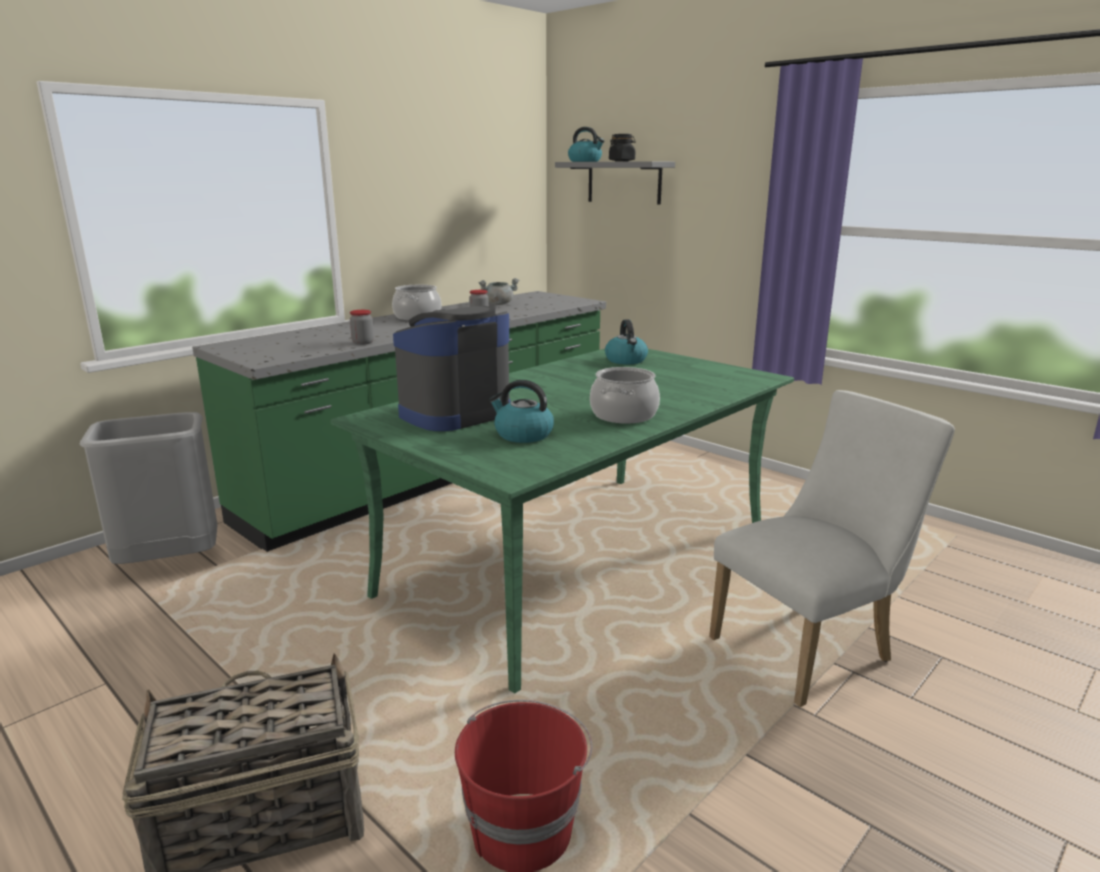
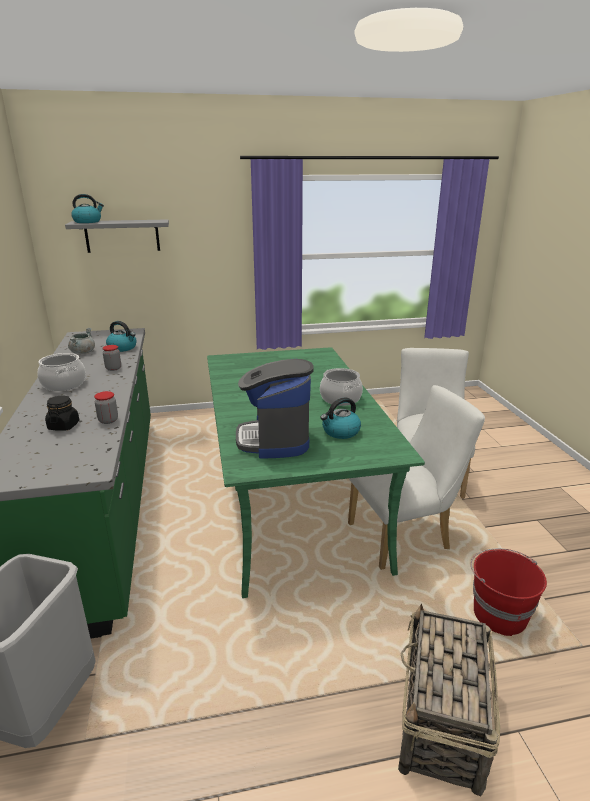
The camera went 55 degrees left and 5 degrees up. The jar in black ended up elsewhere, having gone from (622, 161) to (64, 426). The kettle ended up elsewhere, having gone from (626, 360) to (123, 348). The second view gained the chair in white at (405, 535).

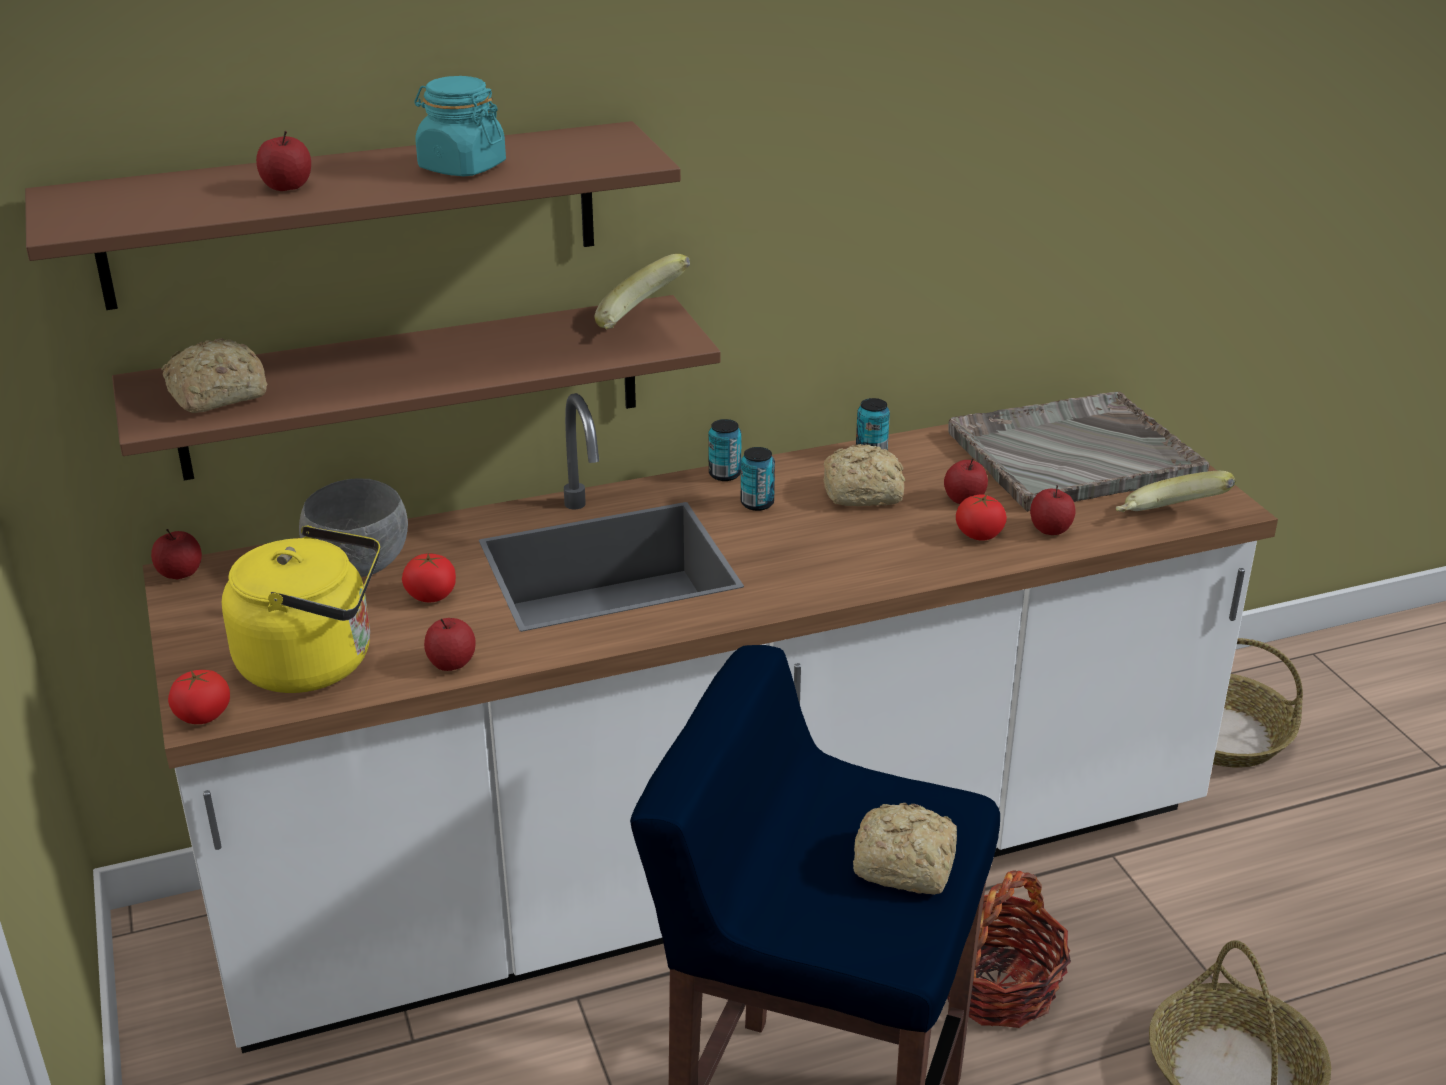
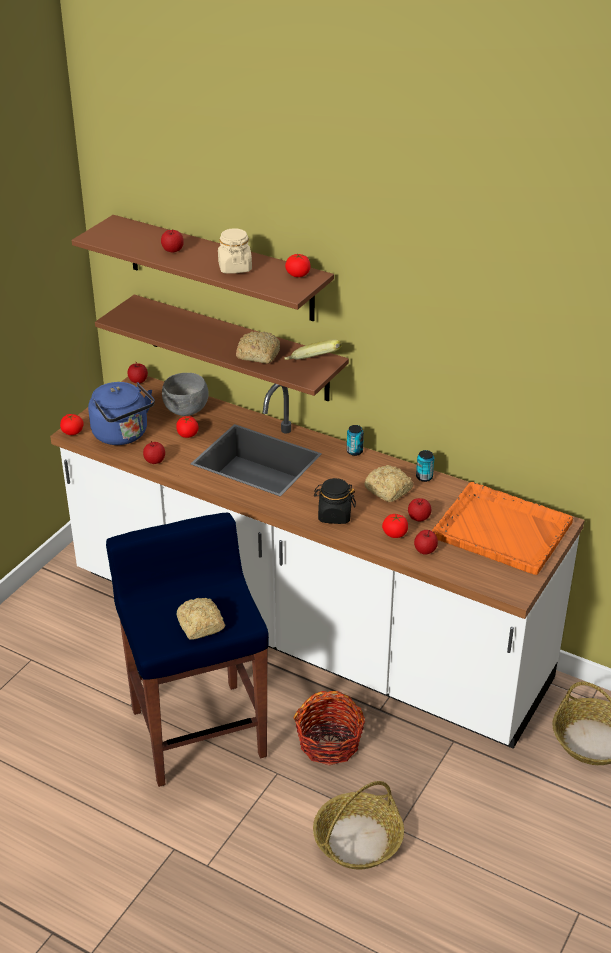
The camera went 50 degrees right and 5 degrees up. What was the jar in turquoise at (461, 167) turned into the jar in beige at (235, 267). The bread ended up elsewhere, having gone from (214, 395) to (257, 355). What was the tray in grey at (1071, 455) turned into the tray in orange at (500, 529). The second view lost the can at (757, 503). The second view lost the banana at (1169, 520). What was the kettle in yellow at (315, 662) turned into the kettle in blue at (123, 435). The second view gained the tomato at (298, 274). The second view gained the jar in black at (334, 515).

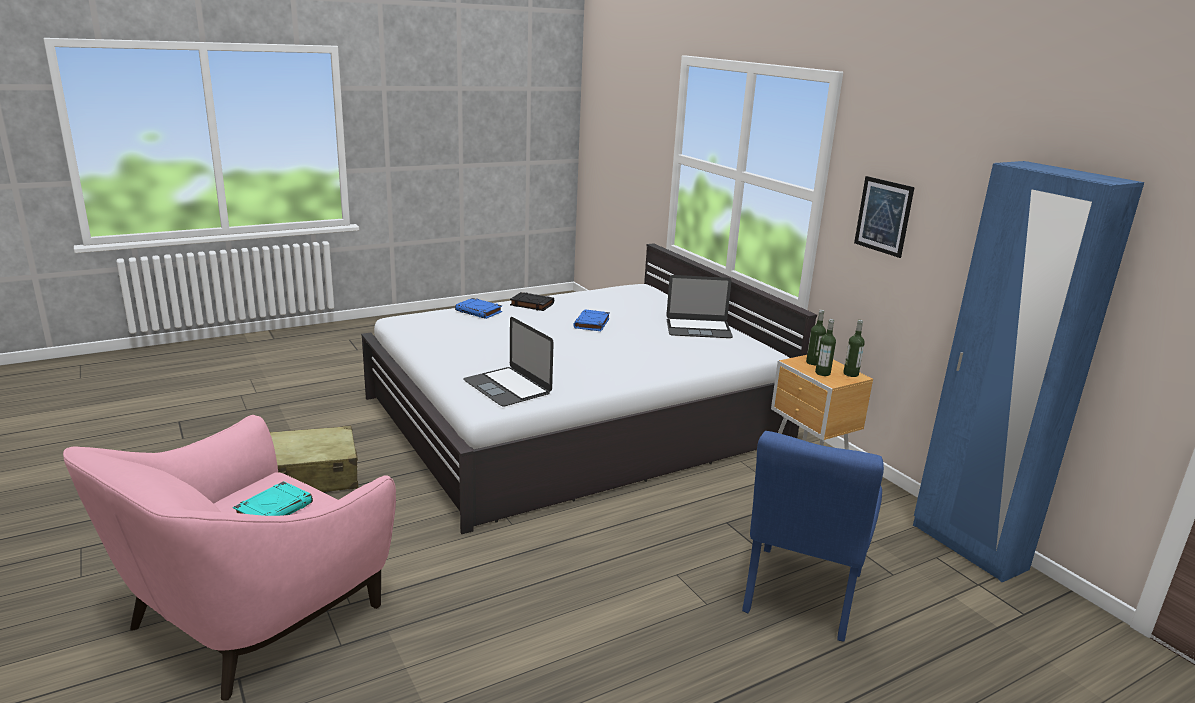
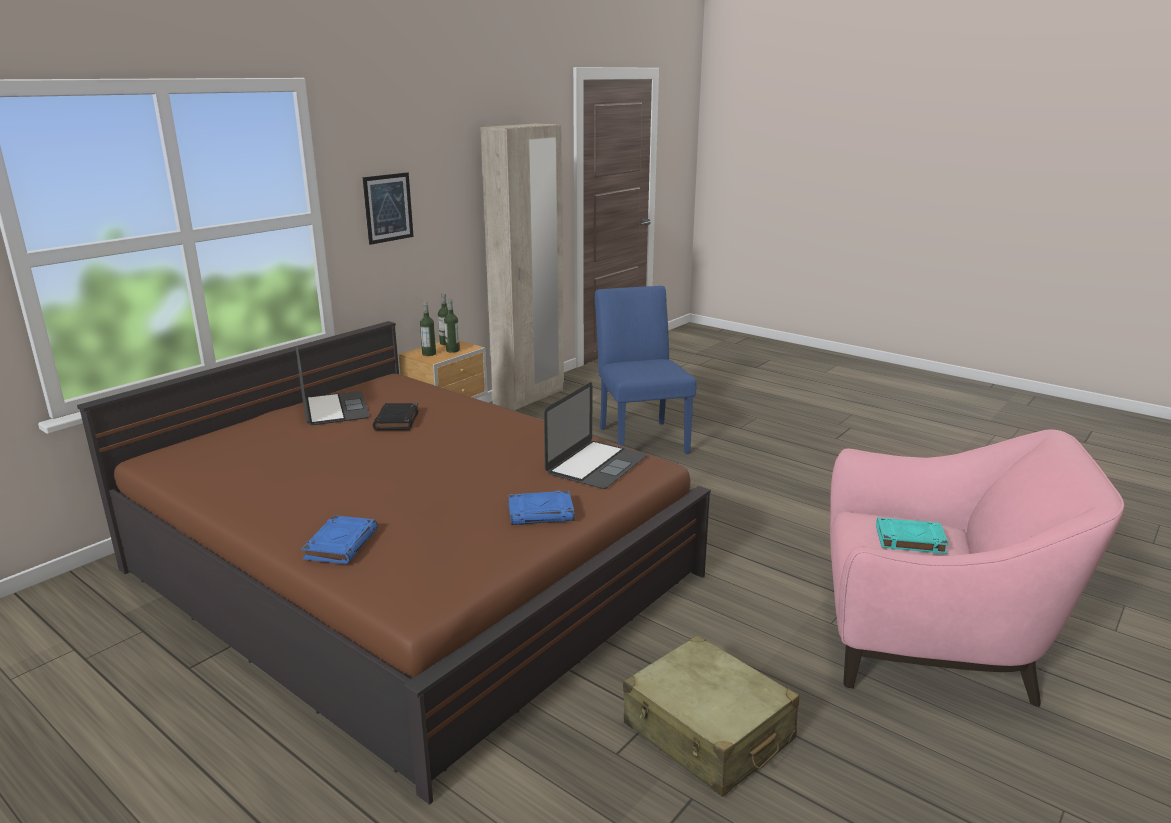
The camera went 110 degrees left and 0 degrees up. What was the wardrobe in blue at (967, 547) turned into the wardrobe in beige at (529, 397). What was the bed in white at (576, 420) turned into the bed in brown at (409, 572). The book in black ended up elsewhere, having gone from (531, 304) to (397, 421). The book in blue ended up elsewhere, having gone from (591, 323) to (541, 513). The chair in blue at (799, 599) ended up facing another way, 105 degrees counterclockwise from before.

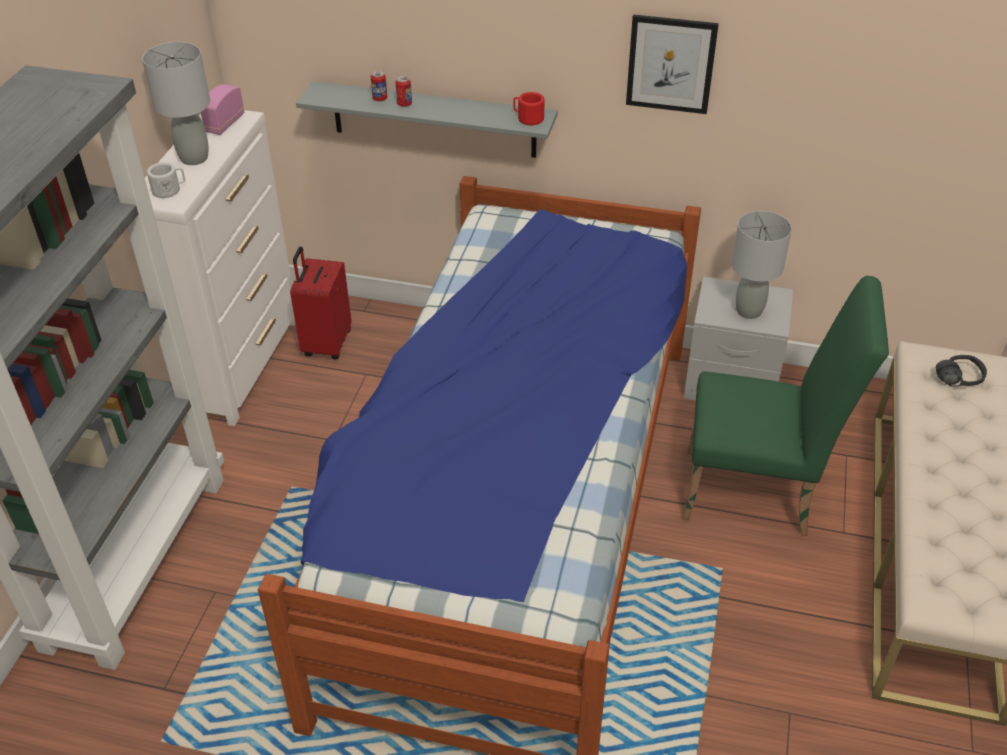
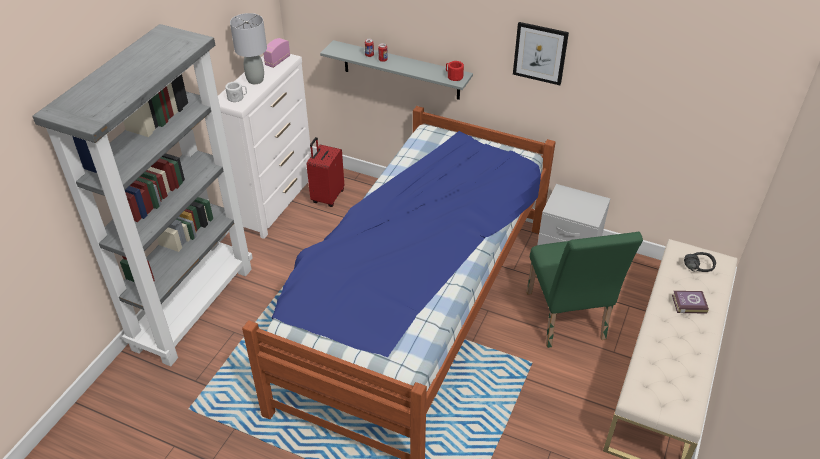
The camera went 10 degrees right and 0 degrees up. The second view lost the table lamp in grey at (748, 311). The chair in green at (758, 493) ended up facing another way, 60 degrees clockwise from before. The second view gained the book at (688, 303).

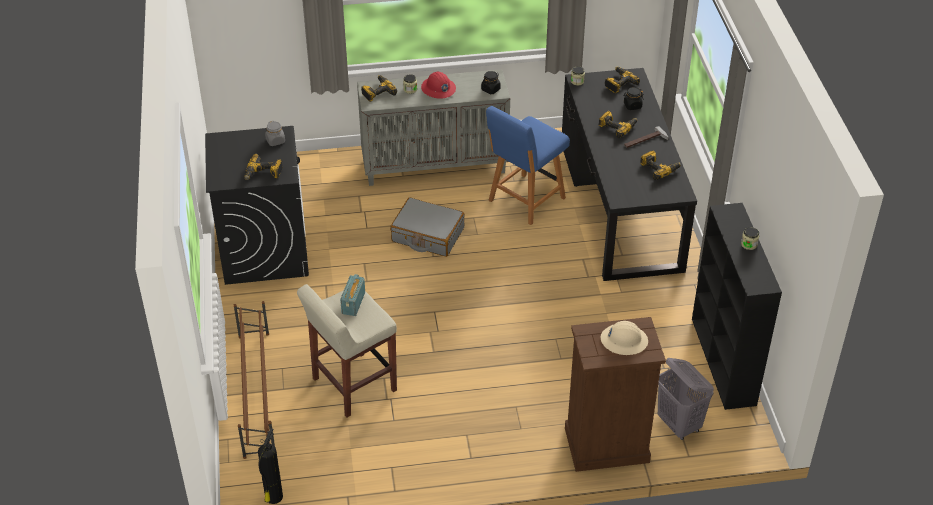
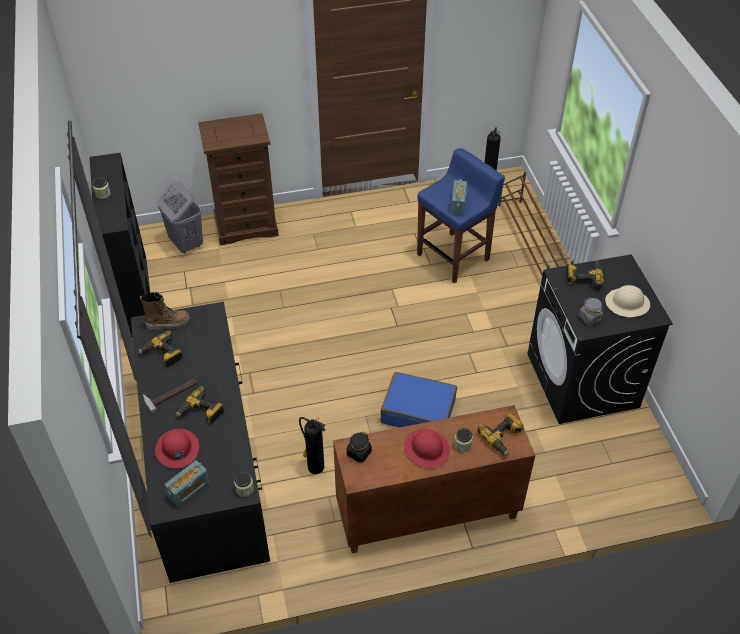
The camera went 175 degrees right and 5 degrees up. Where the power drill stood at (619, 83), the radio came to stand at (189, 490). What was the cabinet in grey at (435, 165) turned into the cabinet in brown at (427, 514). Where the jar in black stood at (632, 106), the hard hat in red came to stand at (177, 449). Where the chair in blue stood at (525, 200), the fire extinguisher came to stand at (315, 466). What was the suitcase in grey at (427, 235) turned into the suitcase in blue at (418, 411). What was the stool in beige at (353, 385) turned into the stool in blue at (454, 257). The hard hat in beige ended up elsewhere, having gone from (624, 340) to (627, 304). The second view gained the boot at (168, 323).

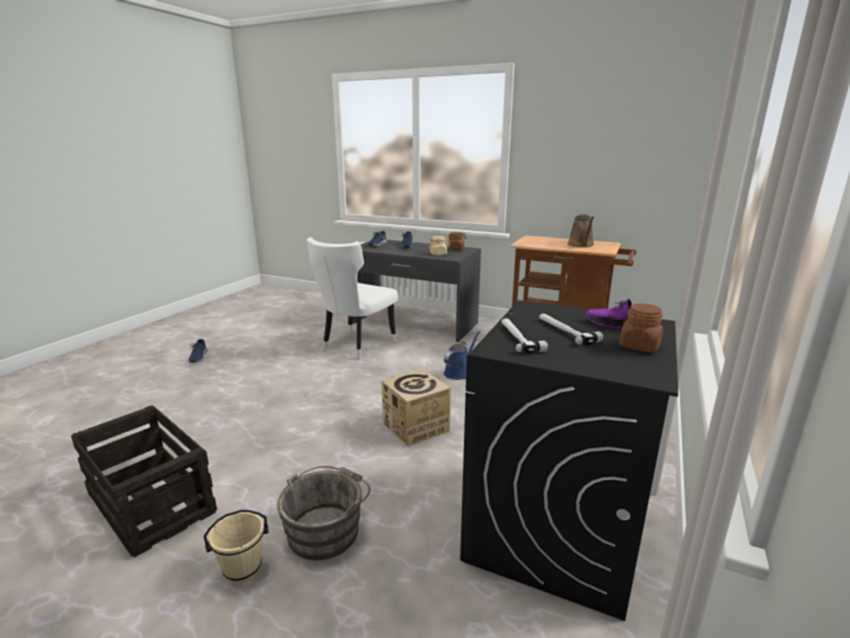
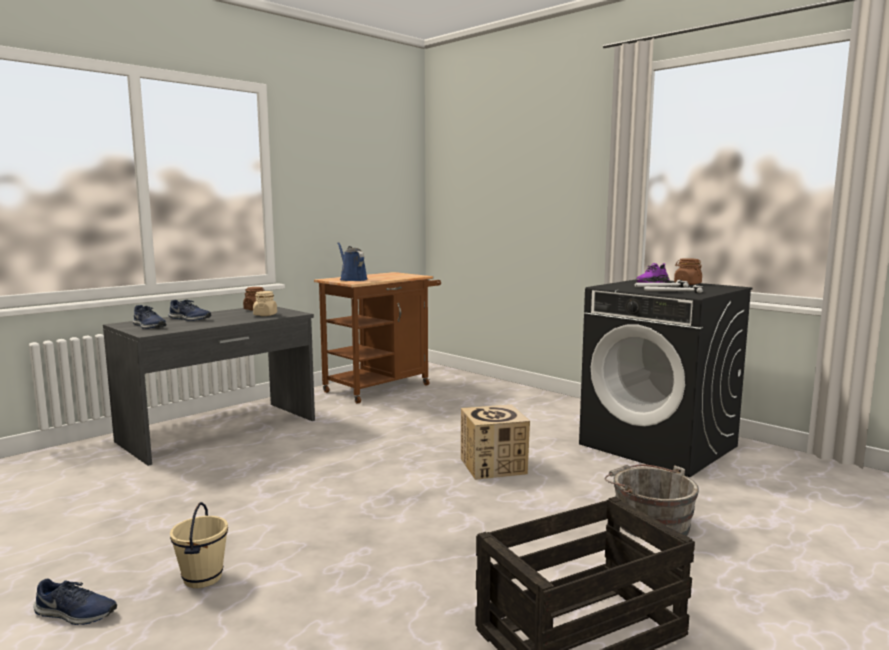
The camera went 70 degrees left and 10 degrees down. The second view lost the watering can in brown at (581, 245). The second view lost the chair in white at (355, 346). The watering can in blue ended up elsewhere, having gone from (459, 372) to (352, 279). The bucket in beige ended up elsewhere, having gone from (243, 569) to (202, 578).

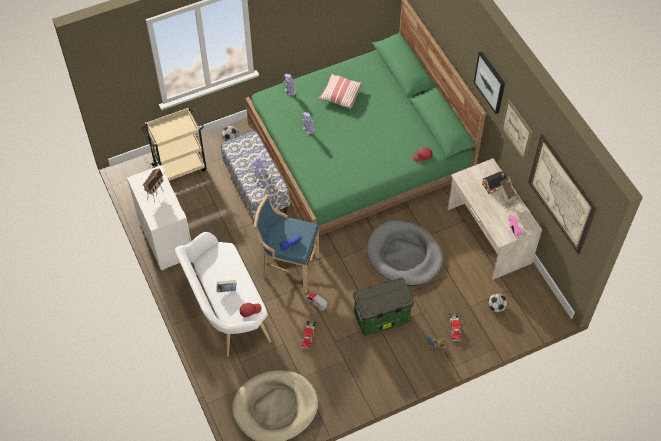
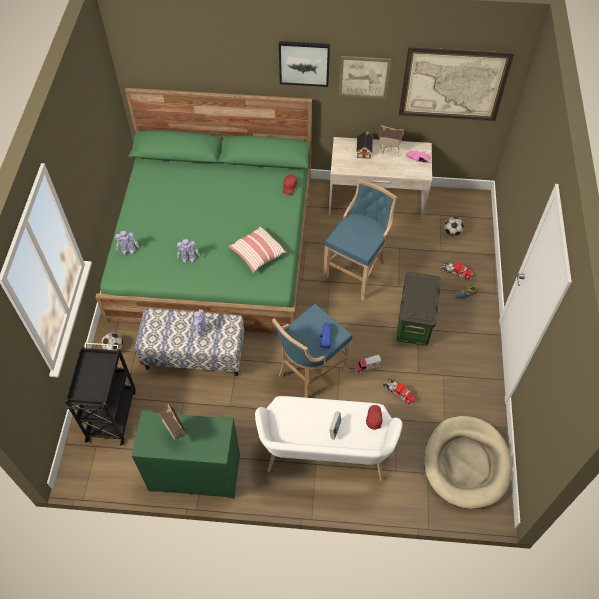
The camera went 60 degrees left and 0 degrees up. The pillow ended up elsewhere, having gone from (340, 95) to (257, 254). What was the cart in beige at (180, 167) turned into the cart in black at (111, 414). What was the dresser in white at (165, 238) turned into the dresser in green at (194, 474). Where the dog bed in grey stood at (404, 255), the stool in blue came to stand at (356, 271).

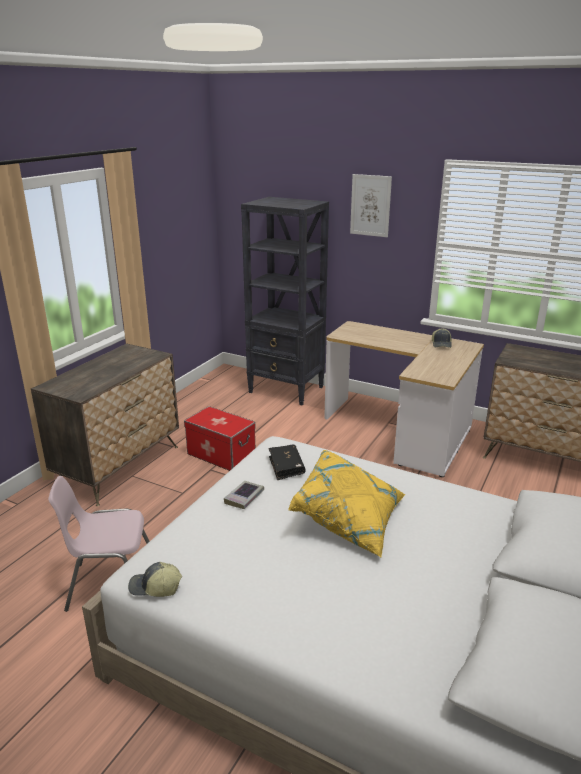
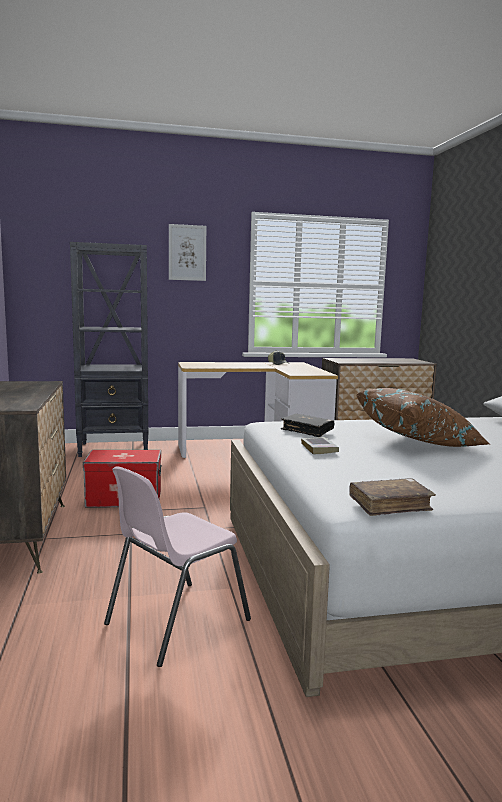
The camera went 40 degrees left and 15 degrees down. What was the pillow in yellow at (349, 520) turned into the pillow in brown at (418, 441). Where the cap stood at (155, 588), the book in brown came to stand at (390, 505).

